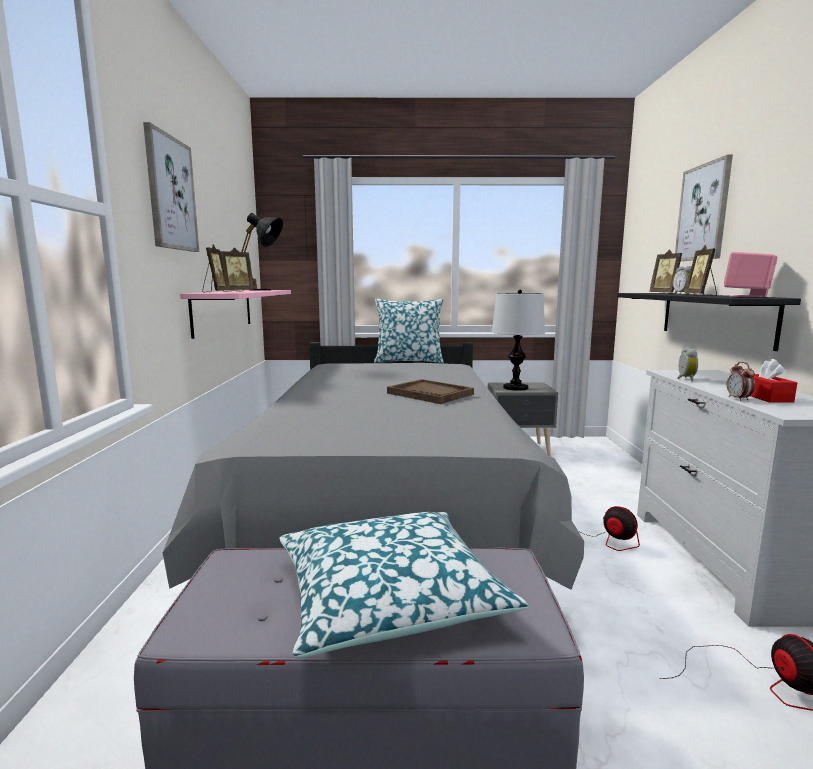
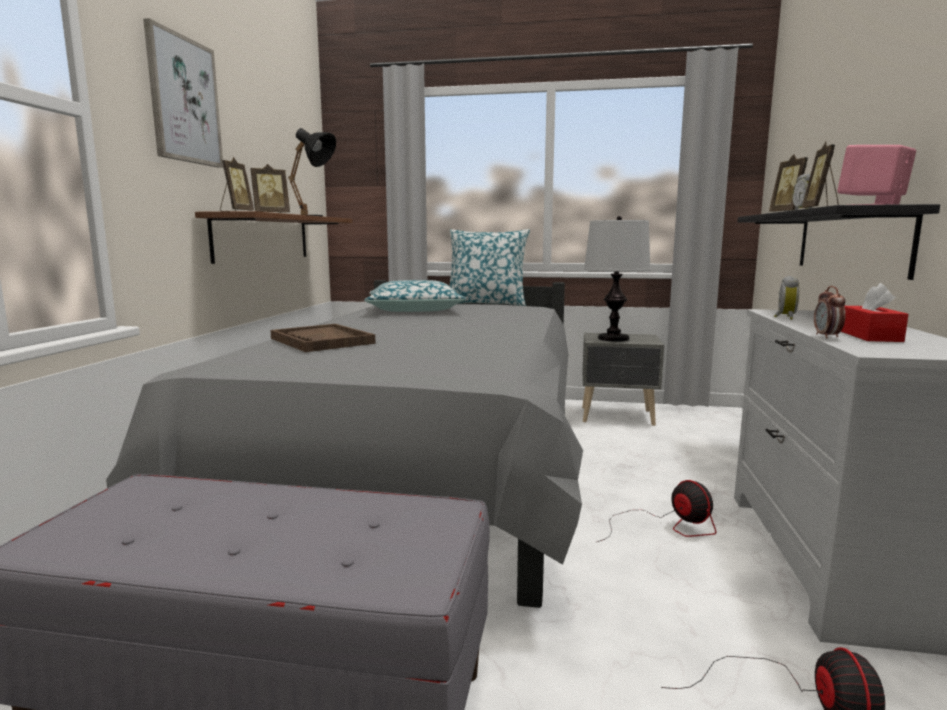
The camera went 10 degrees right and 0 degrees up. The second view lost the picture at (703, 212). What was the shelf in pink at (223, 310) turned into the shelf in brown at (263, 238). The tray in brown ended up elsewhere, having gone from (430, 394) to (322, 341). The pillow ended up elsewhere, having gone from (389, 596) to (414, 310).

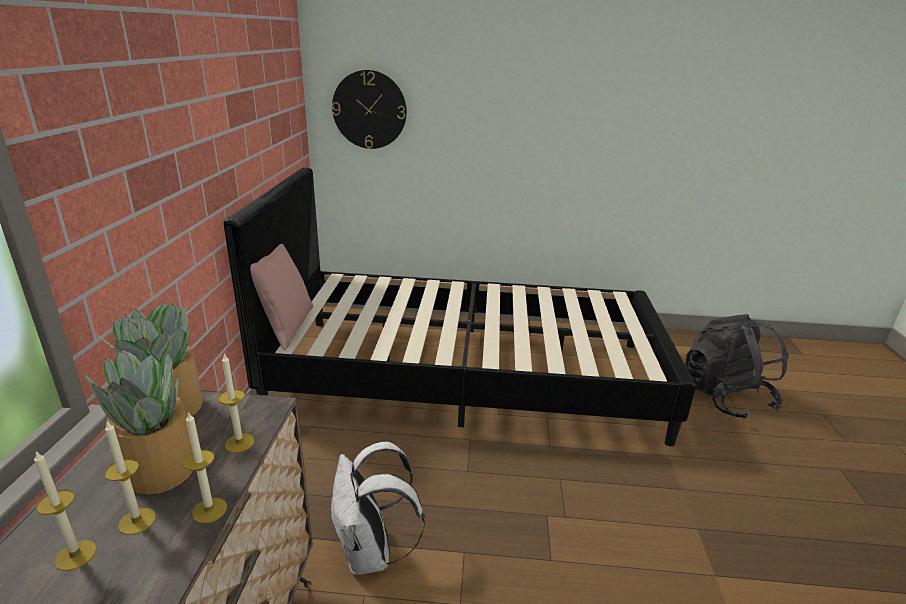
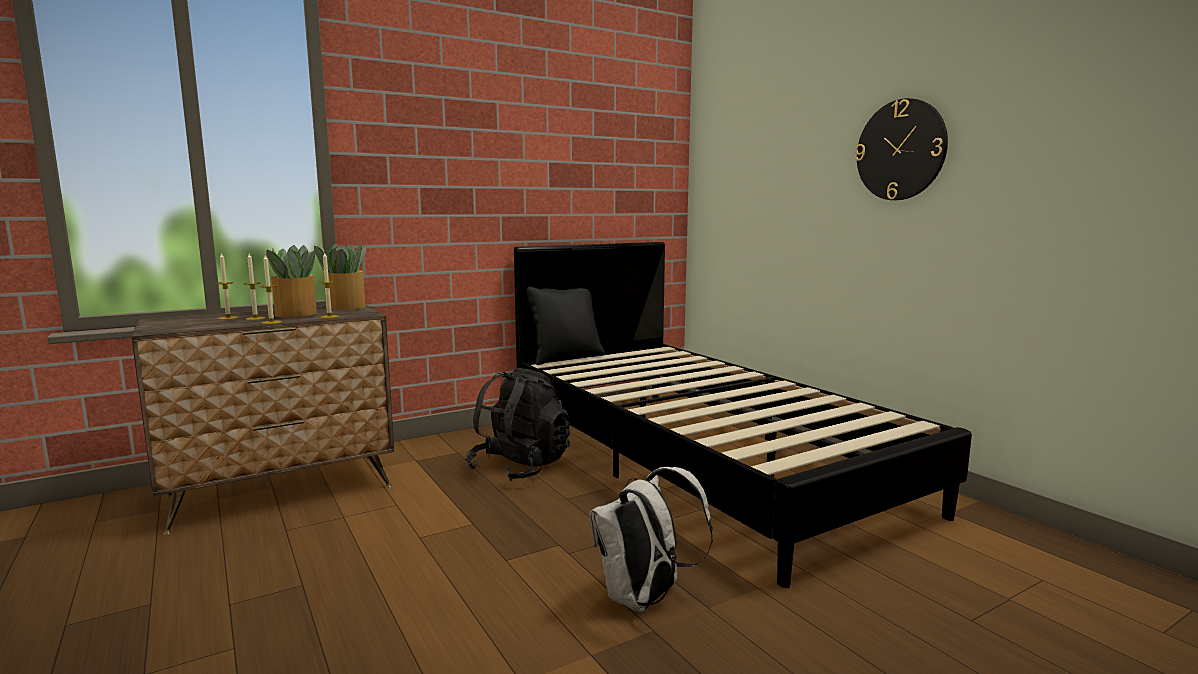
The camera went 55 degrees right and 15 degrees down. The wall clock ended up elsewhere, having gone from (369, 110) to (900, 150). What was the pillow in pink at (286, 327) turned into the pillow in black at (565, 358). The backpack in black ended up elsewhere, having gone from (725, 397) to (520, 467). The backpack in white ended up elsewhere, having gone from (371, 553) to (644, 599).

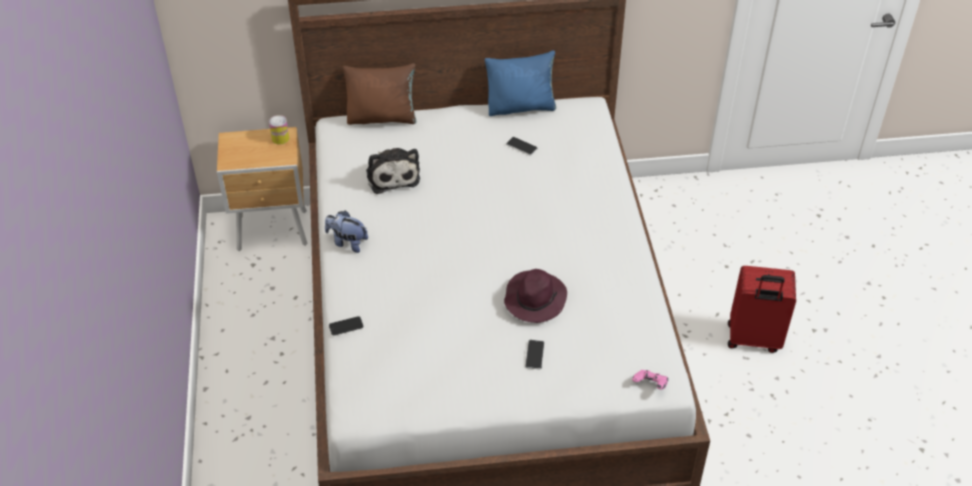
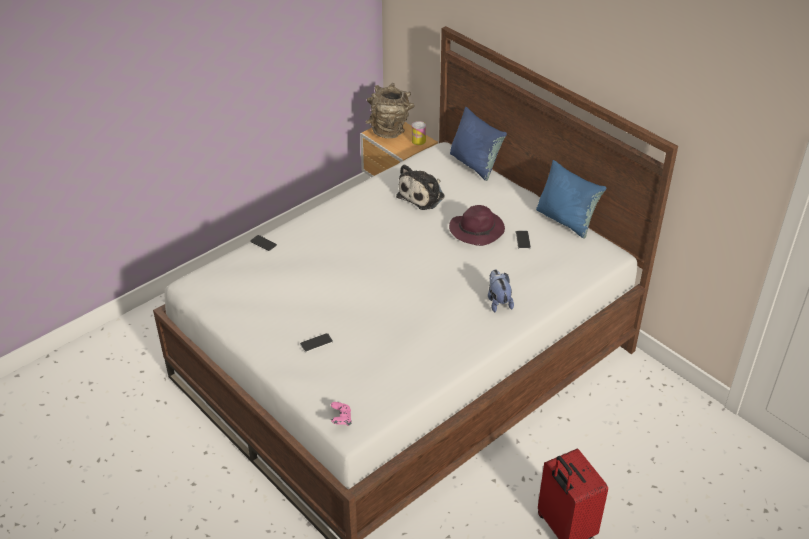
The camera went 55 degrees right and 5 degrees down. What was the pillow in brown at (382, 117) turned into the pillow in blue at (475, 164). The plush toy ended up elsewhere, having gone from (347, 242) to (498, 301). The hat in purple ended up elsewhere, having gone from (534, 299) to (477, 230). The second view gained the vase in brown at (390, 131).

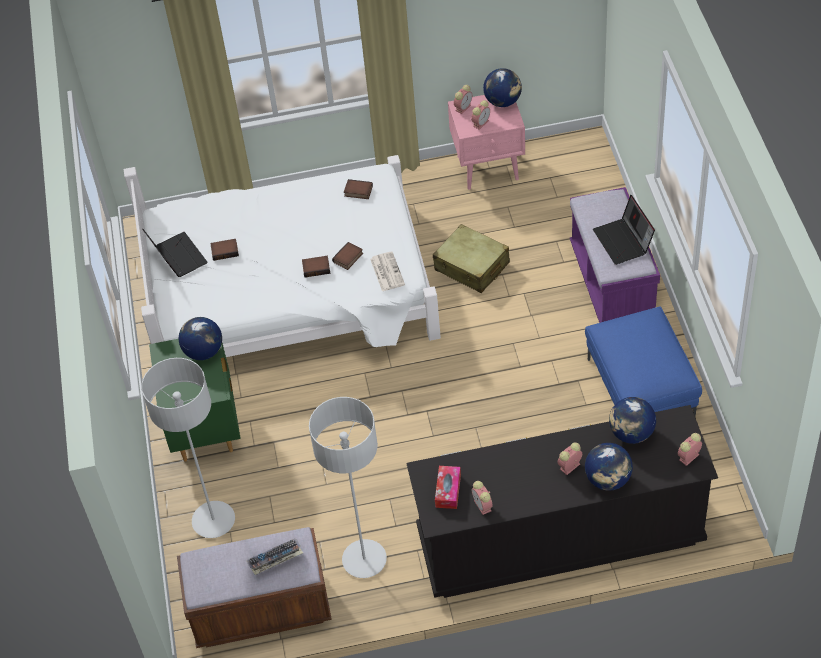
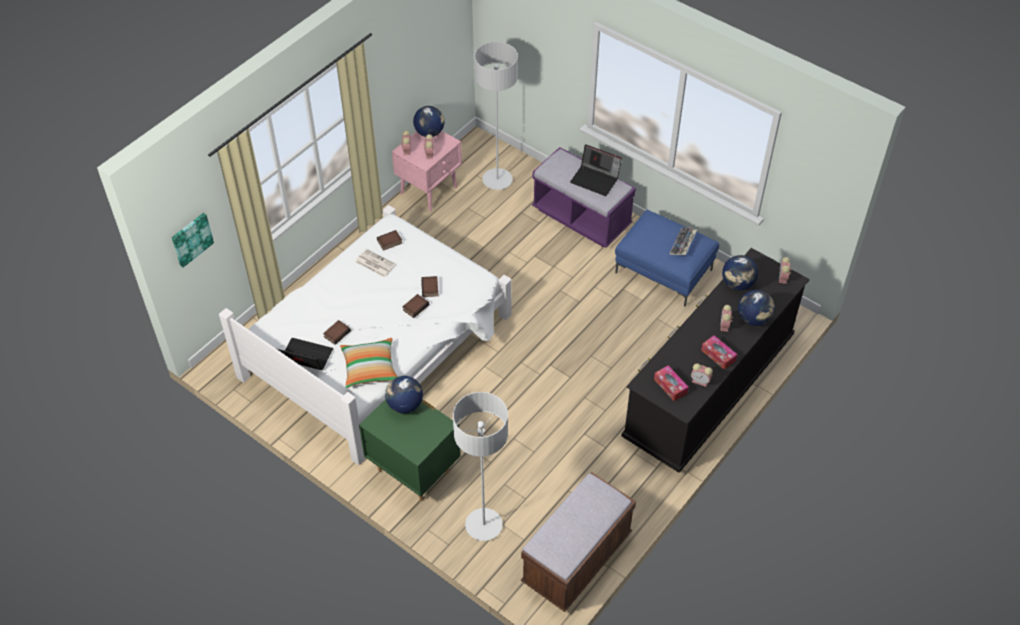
The camera went 45 degrees left and 0 degrees up. The second view lost the suitcase in beige at (472, 267). The newspaper ended up elsewhere, having gone from (386, 271) to (374, 263). The floor lamp in grey ended up elsewhere, having gone from (364, 560) to (497, 180). The keyboard ended up elsewhere, having gone from (275, 560) to (683, 244). The second view gained the picture at (191, 239). The second view gained the tissue box at (718, 355). The second view gained the pillow at (370, 368).

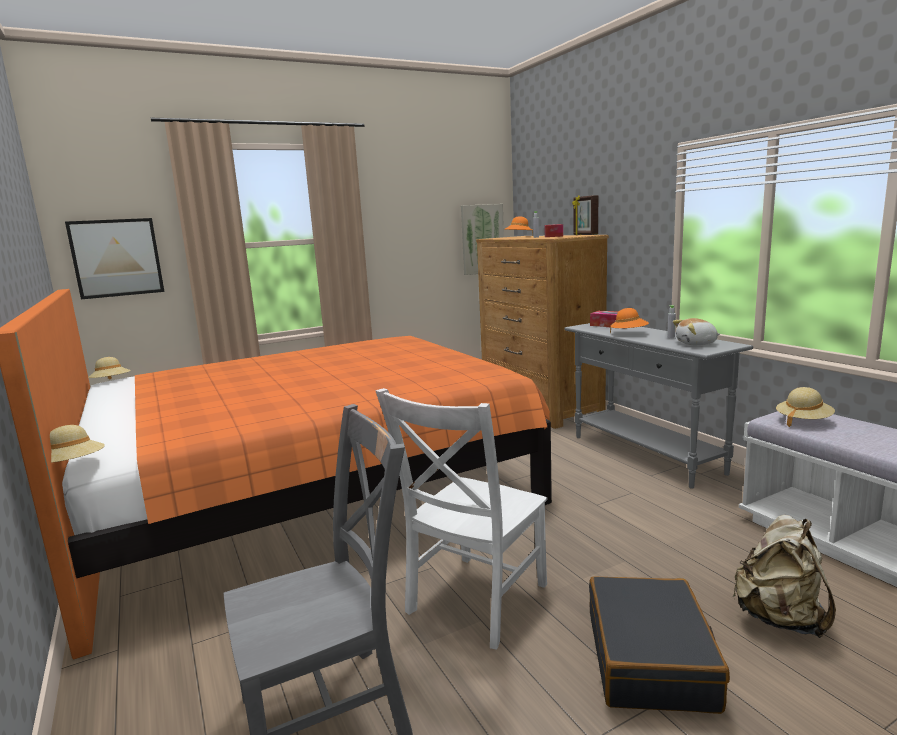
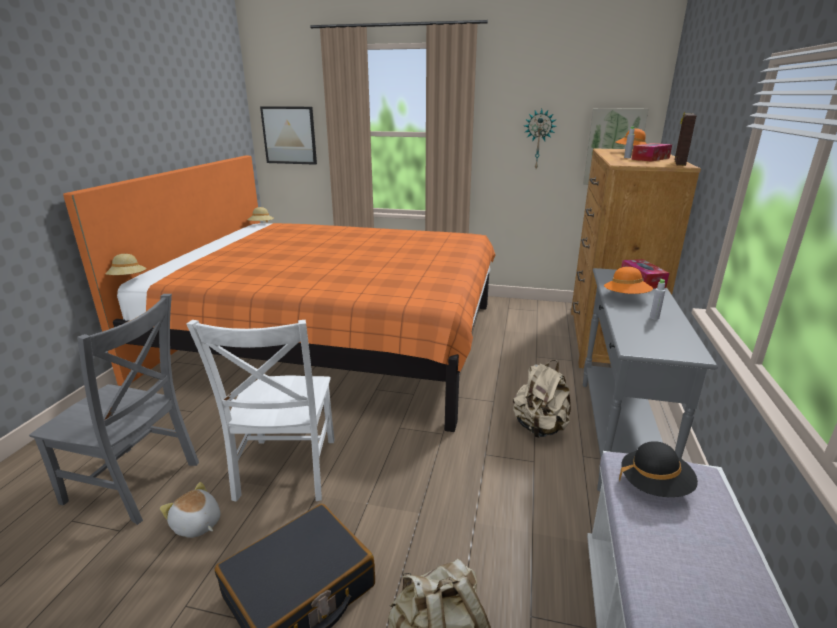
The camera went 40 degrees right and 10 degrees up. The plush toy ended up elsewhere, having gone from (696, 344) to (196, 524). What was the hat in beige at (803, 421) turned into the hat in black at (654, 485). The chair in white at (474, 601) ended up facing another way, 75 degrees counterclockwise from before. The second view gained the wall clock at (538, 139). The second view gained the backpack in beige at (540, 428).

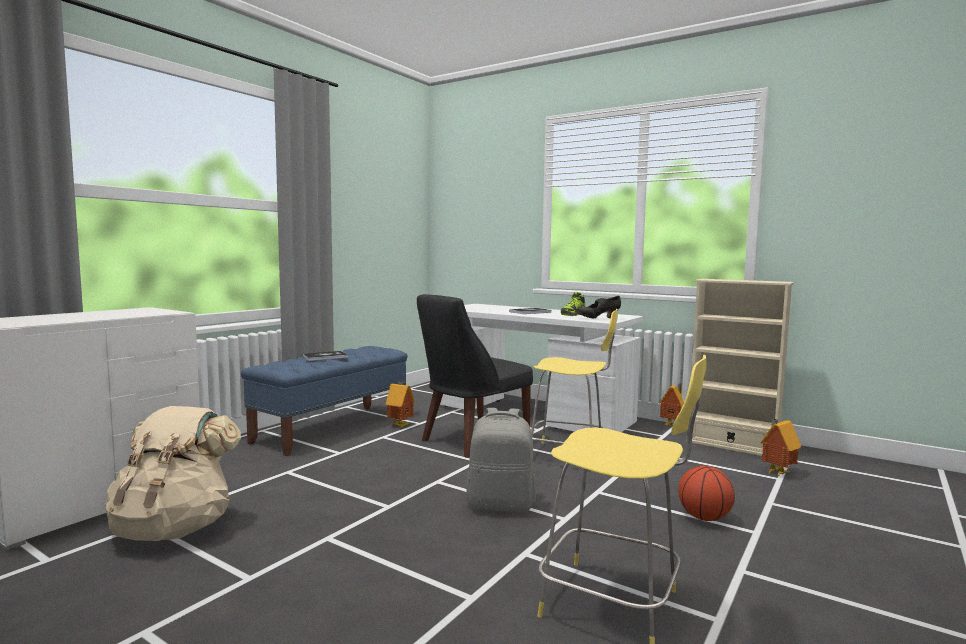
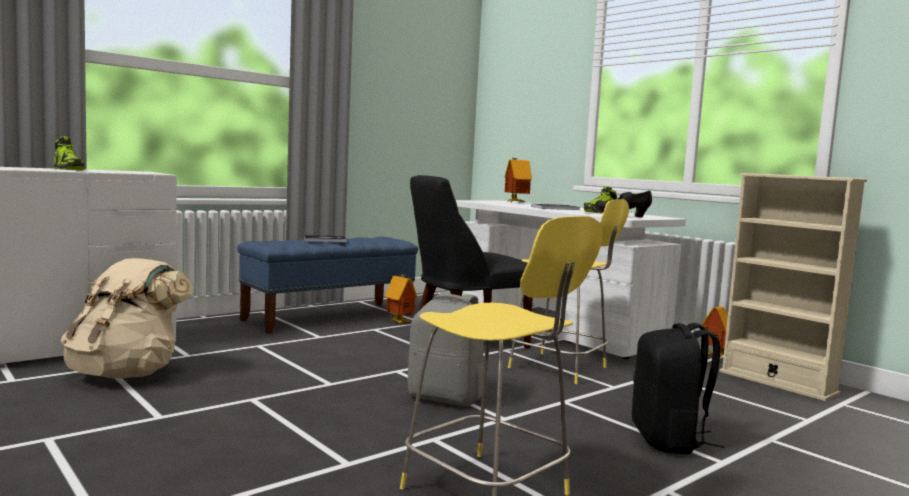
The camera went 15 degrees right and 0 degrees up. The toy house ended up elsewhere, having gone from (776, 473) to (515, 202). Where the basketball stood at (704, 518), the backpack in black came to stand at (669, 440). The second view gained the shoe at (68, 169).

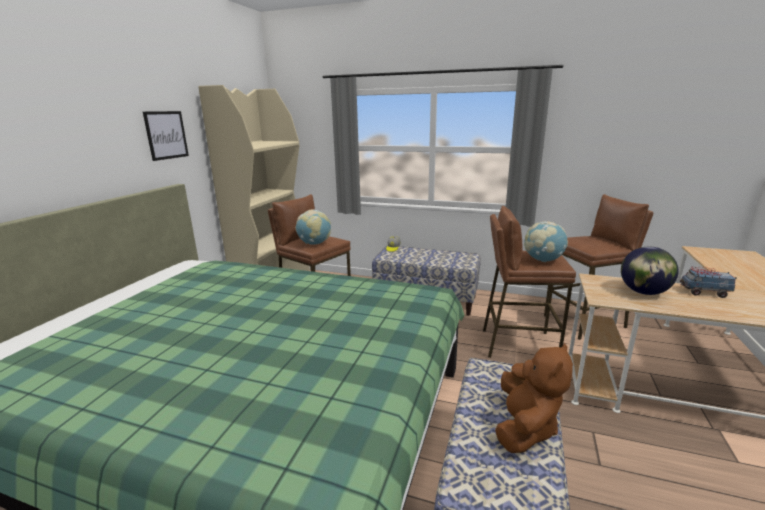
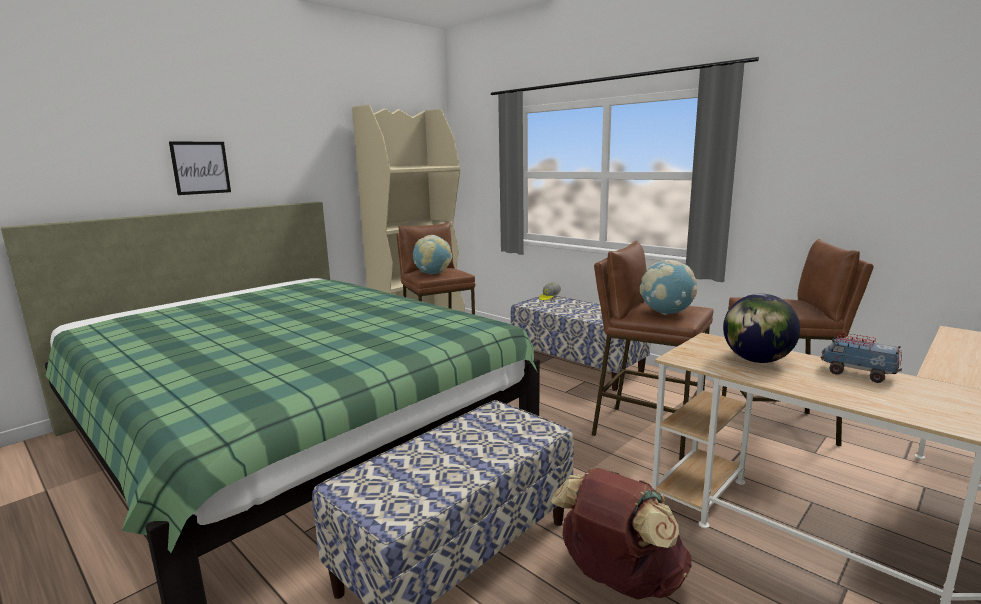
The camera went 25 degrees right and 5 degrees down. The picture ended up elsewhere, having gone from (166, 135) to (200, 167). The second view lost the plush toy in brown at (525, 427). The second view gained the backpack in brown at (619, 580).

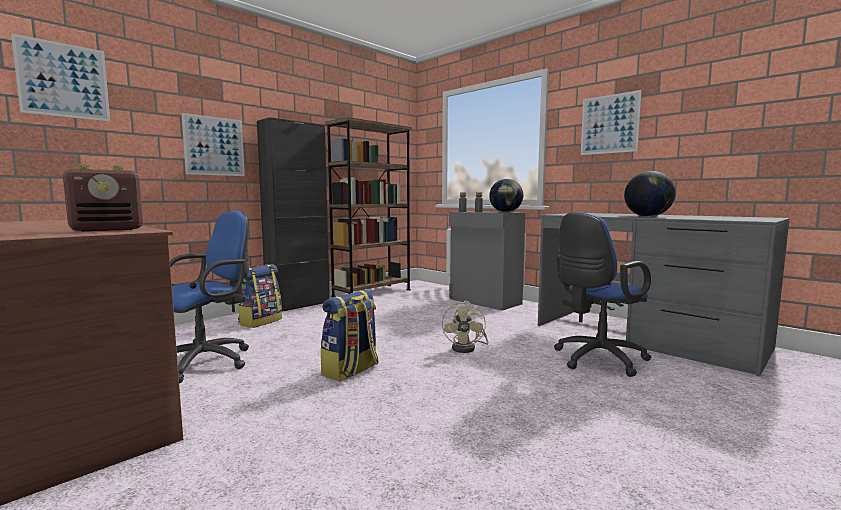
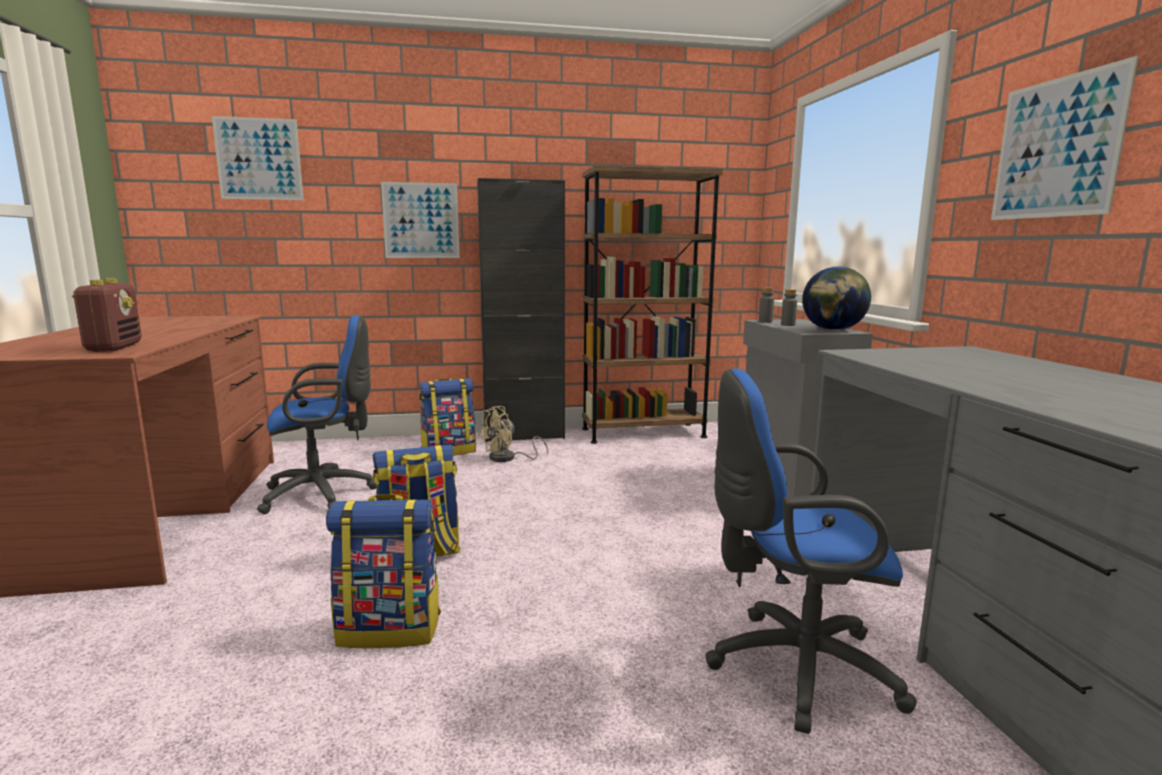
The camera went 35 degrees right and 5 degrees up. The radio at (108, 230) ended up facing another way, 105 degrees counterclockwise from before. The second view lost the globe at (647, 216). The fan in beige ended up elsewhere, having gone from (468, 348) to (508, 458). The second view gained the backpack at (390, 629).

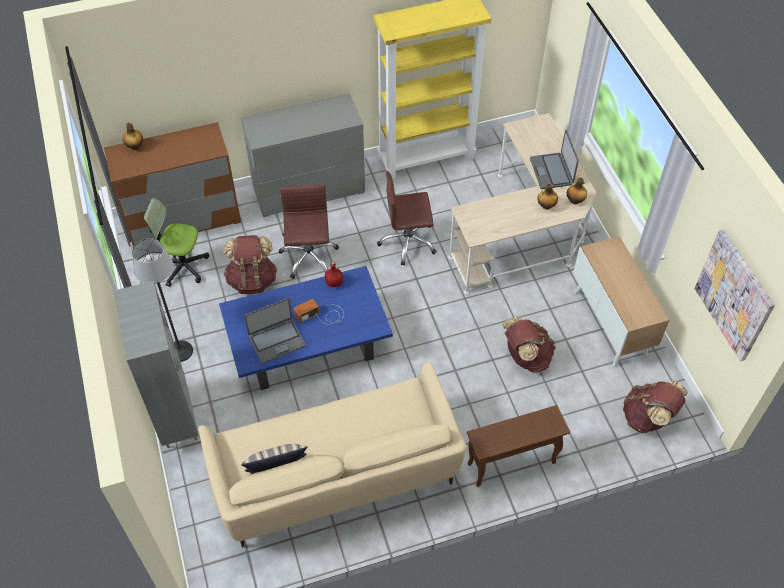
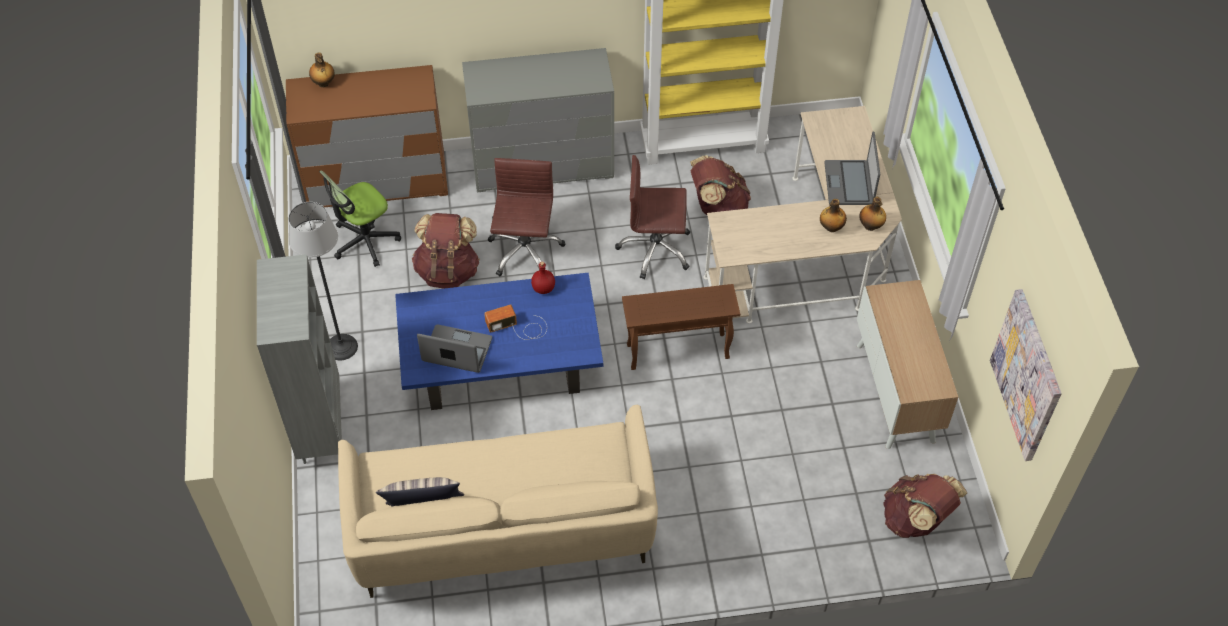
The camera went 10 degrees right and 0 degrees up. The office chair at (183, 266) ended up facing another way, 60 degrees counterclockwise from before. The laptop at (276, 341) ended up facing another way, 150 degrees counterclockwise from before. The backpack in brown ended up elsewhere, having gone from (525, 357) to (717, 208). The side table in brown ended up elsewhere, having gone from (511, 463) to (678, 351).

